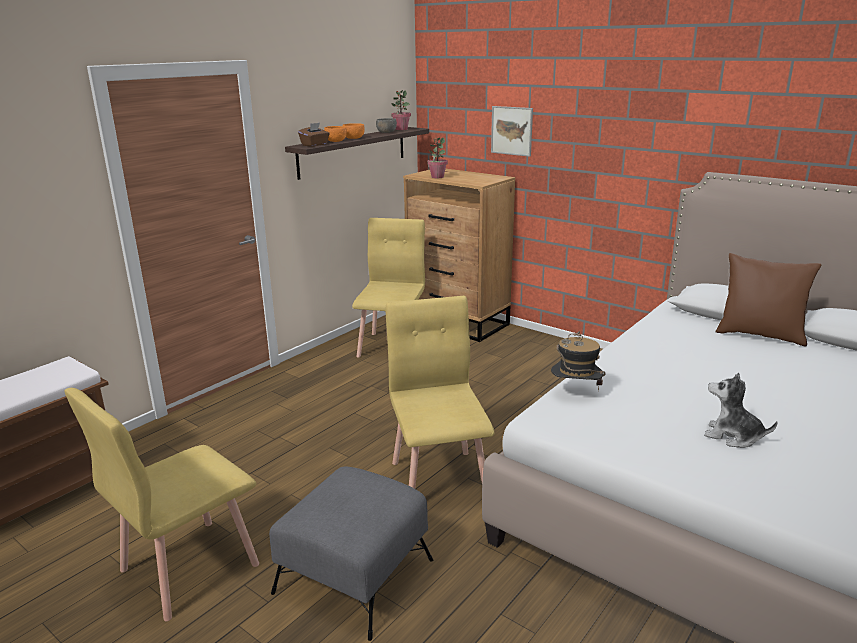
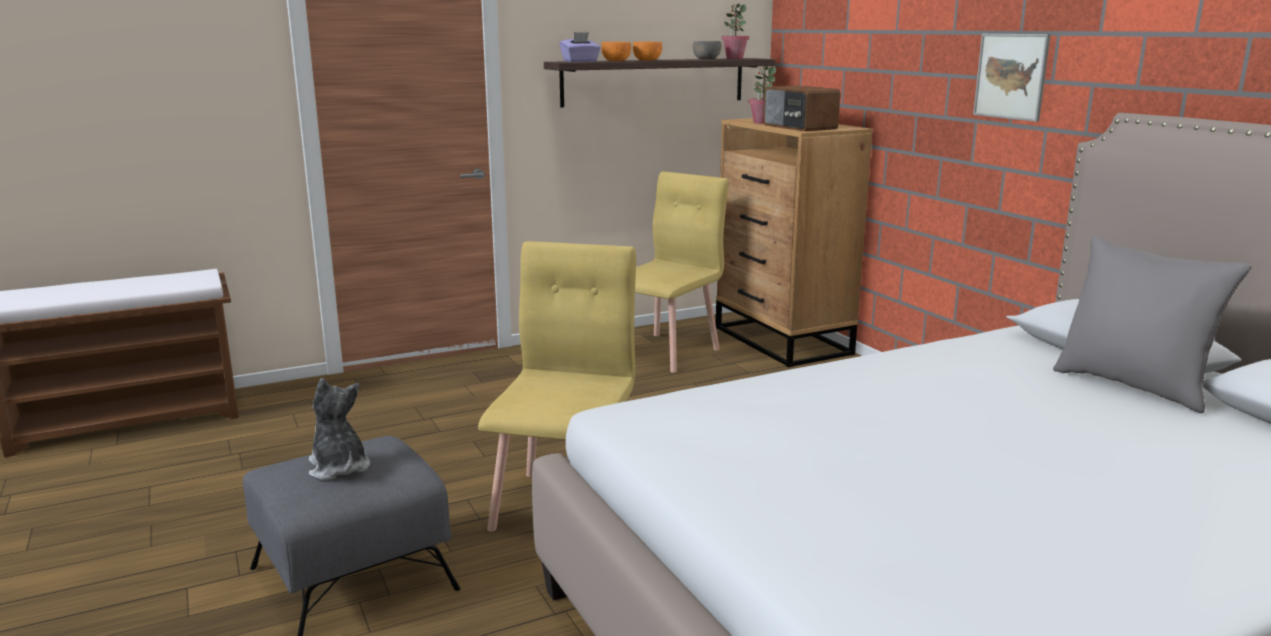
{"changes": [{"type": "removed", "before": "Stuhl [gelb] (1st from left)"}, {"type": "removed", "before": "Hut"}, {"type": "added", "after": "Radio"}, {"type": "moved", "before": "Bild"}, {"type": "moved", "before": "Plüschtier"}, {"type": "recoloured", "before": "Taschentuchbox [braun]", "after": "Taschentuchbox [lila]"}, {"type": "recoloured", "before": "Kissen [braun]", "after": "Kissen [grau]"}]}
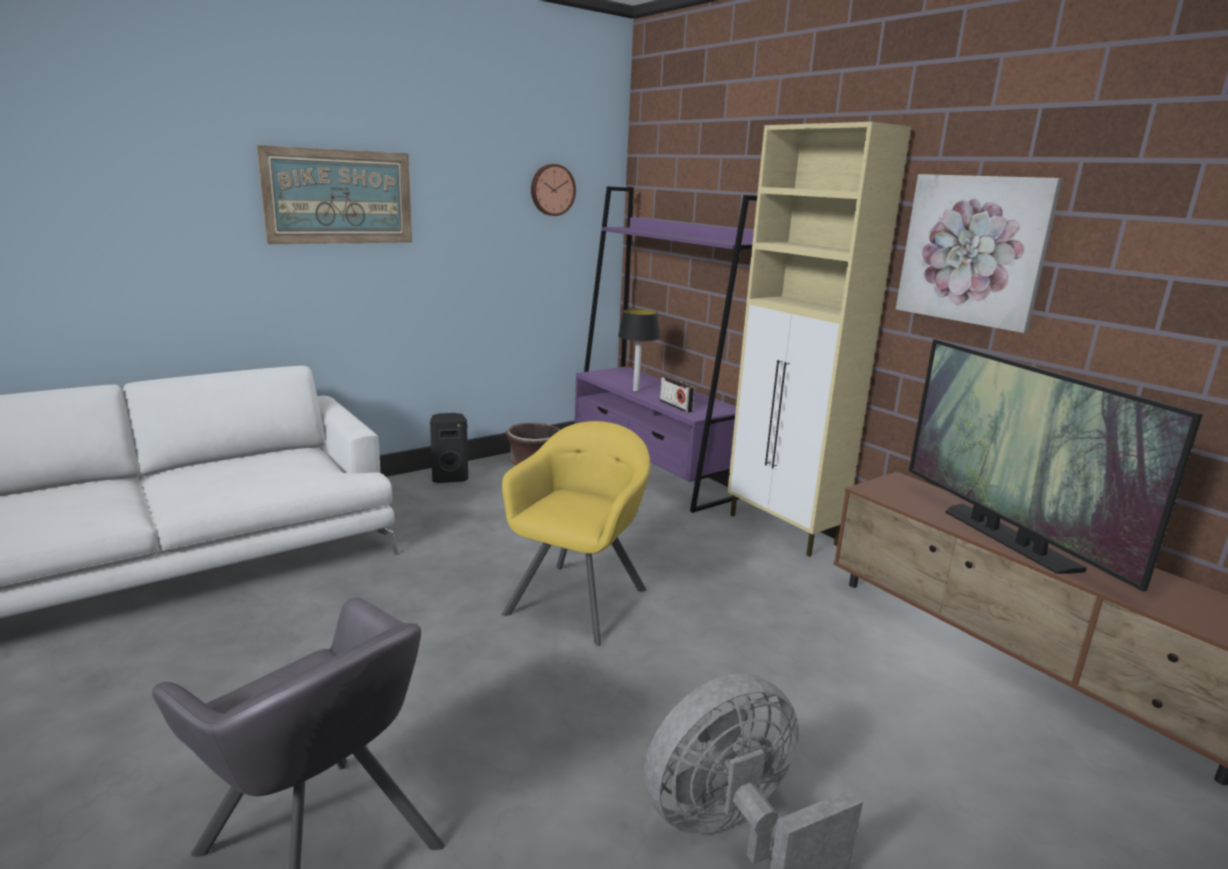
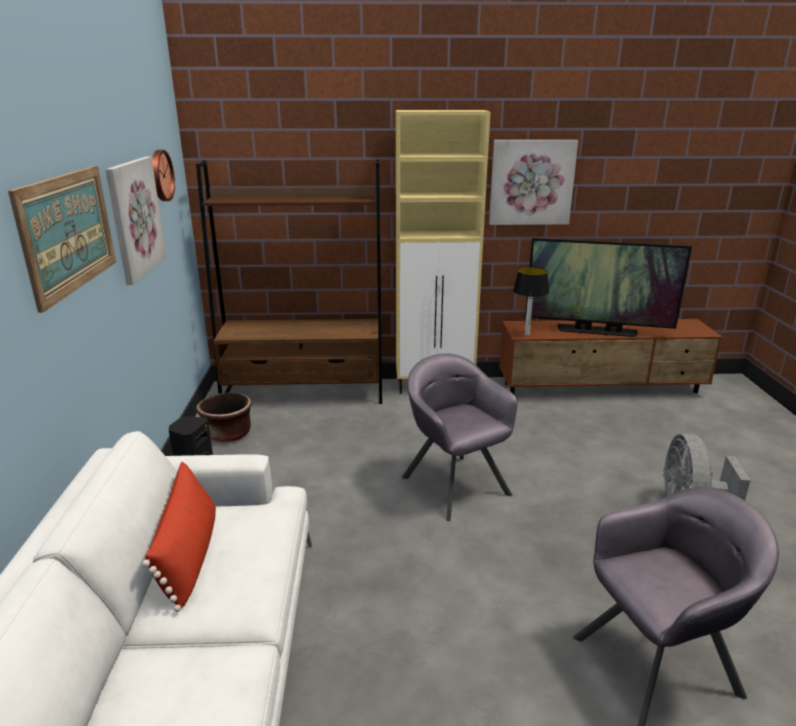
{"changes": [{"type": "removed", "before": "Radio"}, {"type": "added", "after": "Bild (2nd from left)"}, {"type": "added", "after": "Kissen [rot]"}, {"type": "moved", "before": "Tischlampe"}, {"type": "recoloured", "before": "Sessel [gelb]", "after": "Sessel [grau] (1st from left)"}, {"type": "recoloured", "before": "Bücherregal [lila]", "after": "Bücherregal [braun]"}]}
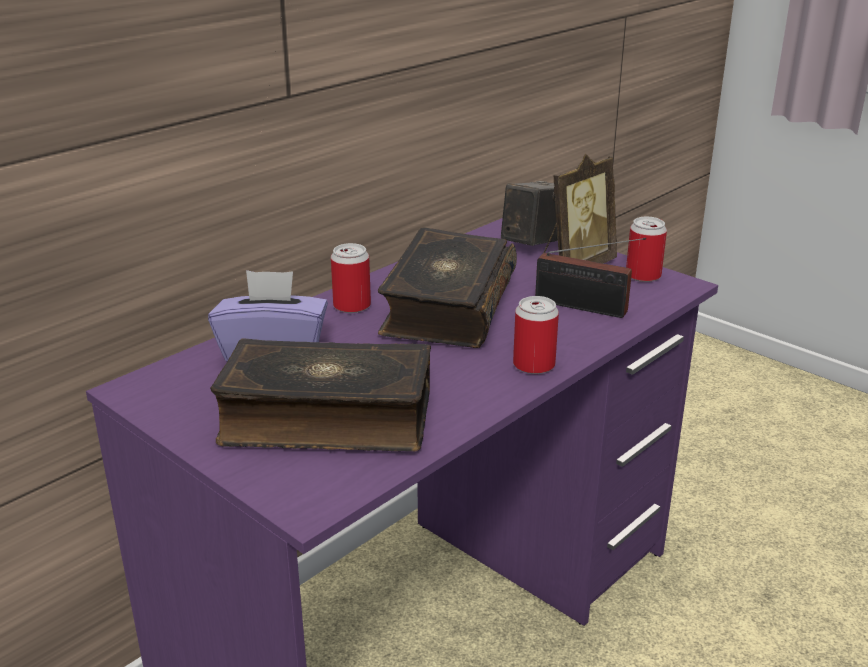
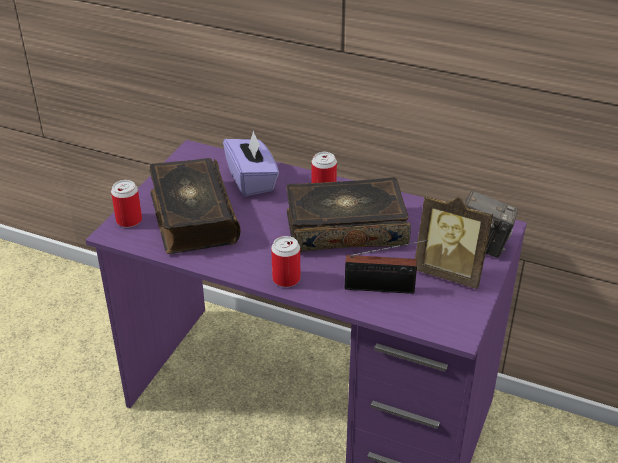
{"changes": [{"type": "moved", "before": "Dose (3rd from left in the first image)", "after": "Dose (1st from left)"}, {"type": "turned", "before": "Radio", "turn": -90}]}
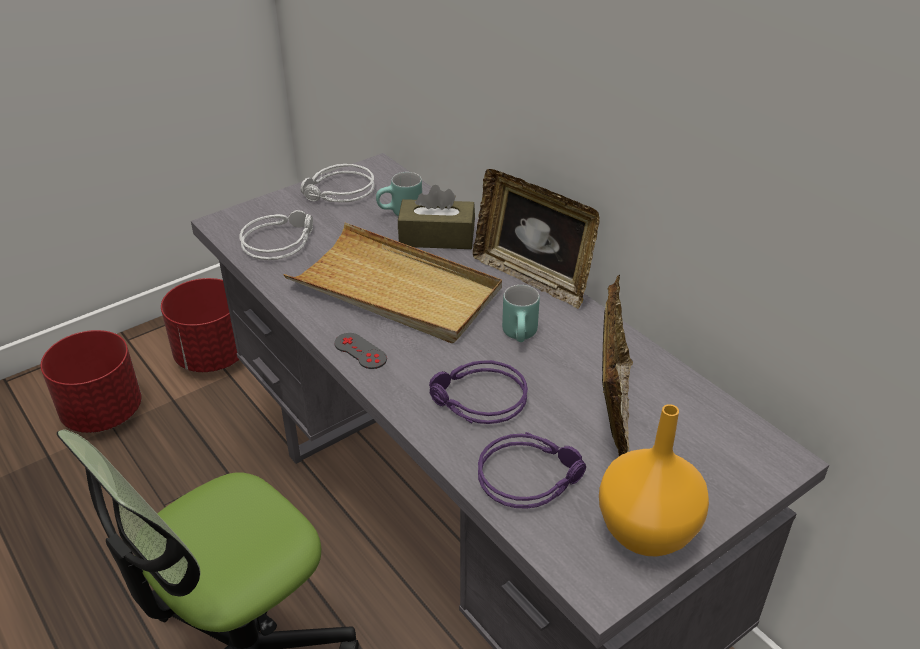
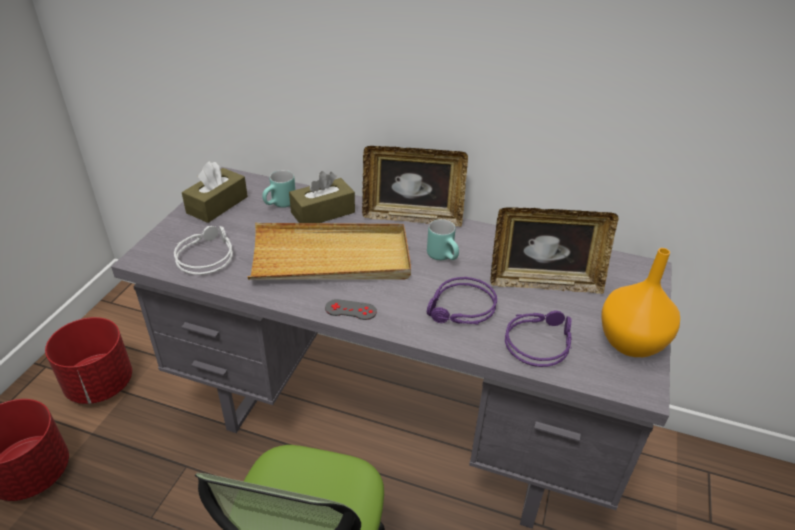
{"changes": [{"type": "replaced", "before": "Kopfhörer [grau] (2nd from left)", "after": "Taschentuchbox [braun] (1st from left)"}, {"type": "turned", "before": "Bilderrahmen (2nd from left)", "turn": 120}]}
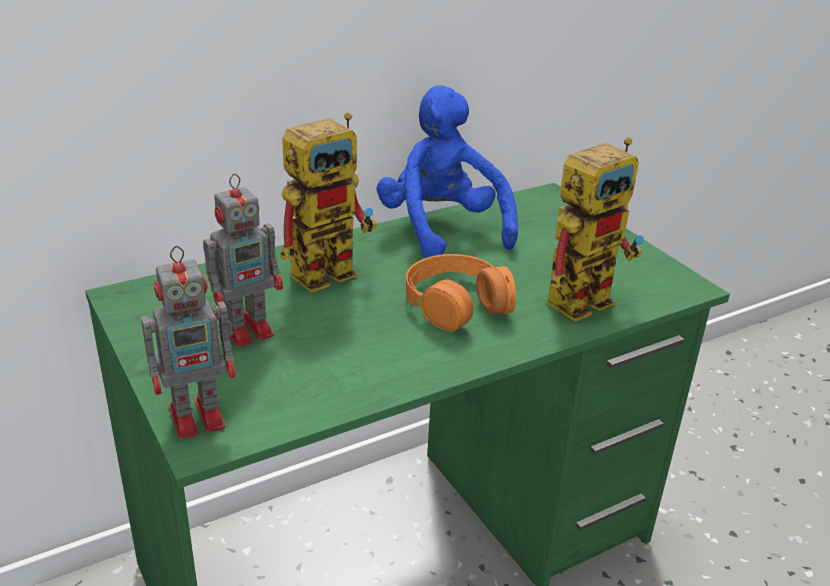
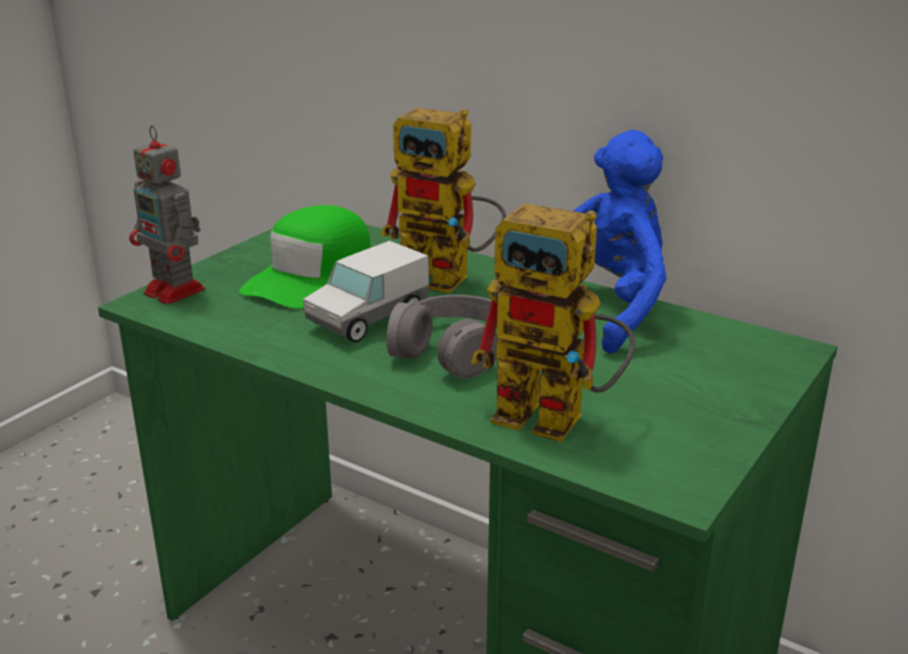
{"changes": [{"type": "added", "after": "Spielzeuglaster"}, {"type": "replaced", "before": "Spielzeugroboter (2nd from left)", "after": "Kappe [grün]"}, {"type": "recoloured", "before": "Kopfhörer [orange]", "after": "Kopfhörer [grau]"}]}
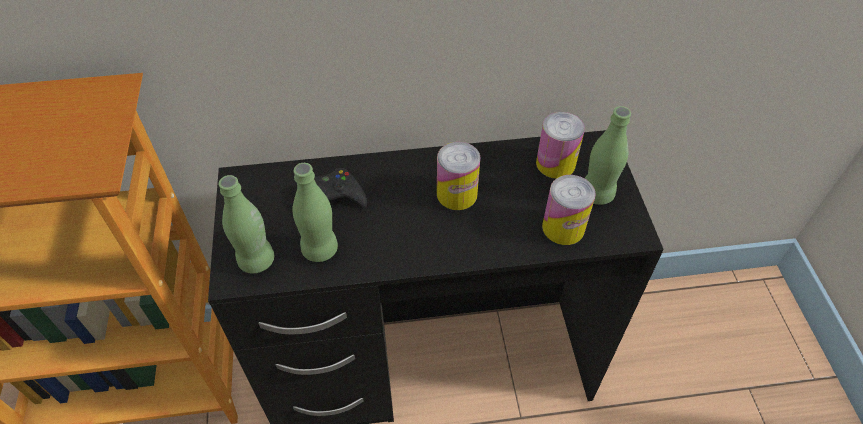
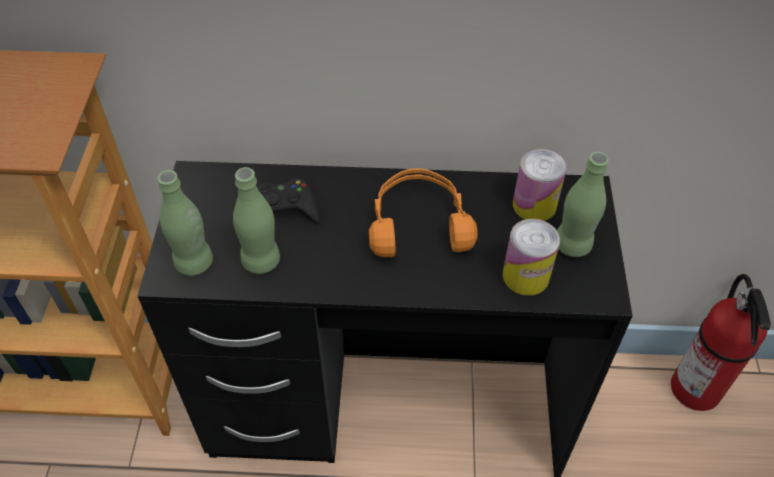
{"changes": [{"type": "added", "after": "Feuerlöscher"}, {"type": "replaced", "before": "Dose (1st from left)", "after": "Kopfhörer [orange]"}]}
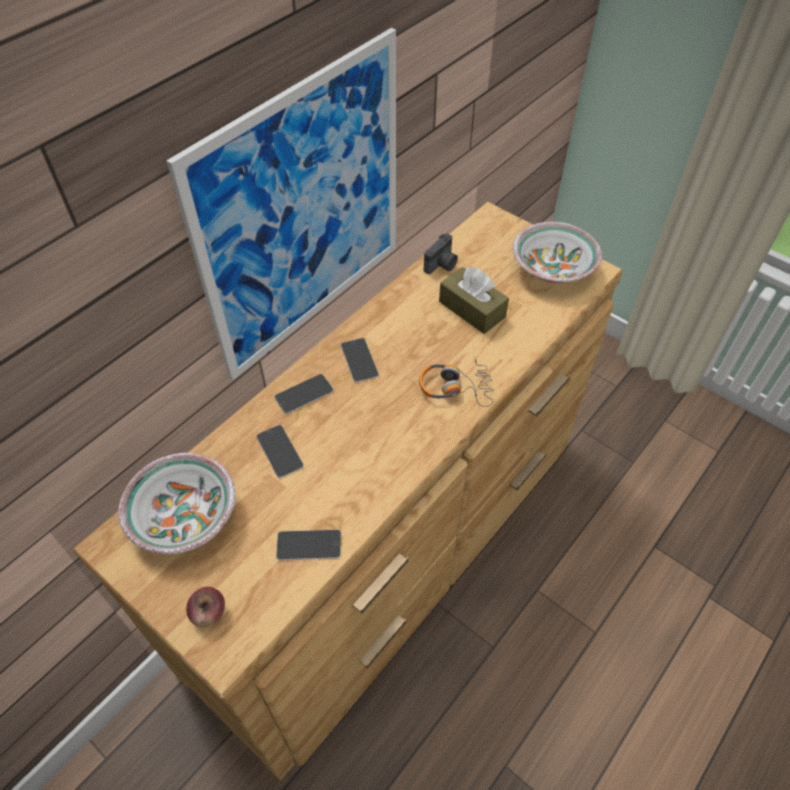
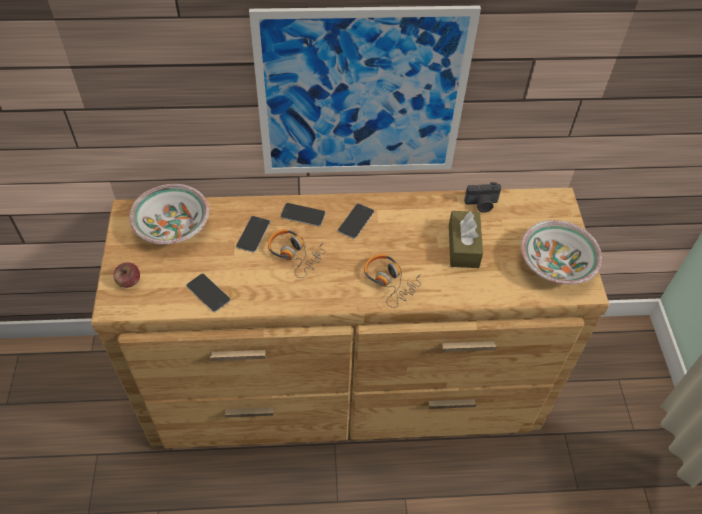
{"changes": [{"type": "added", "after": "Kopfhörer (1st from left)"}]}
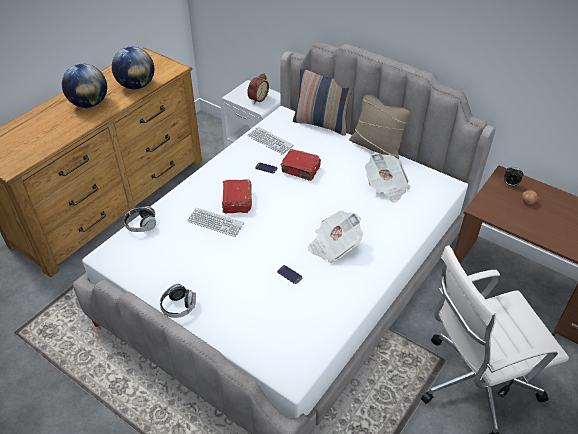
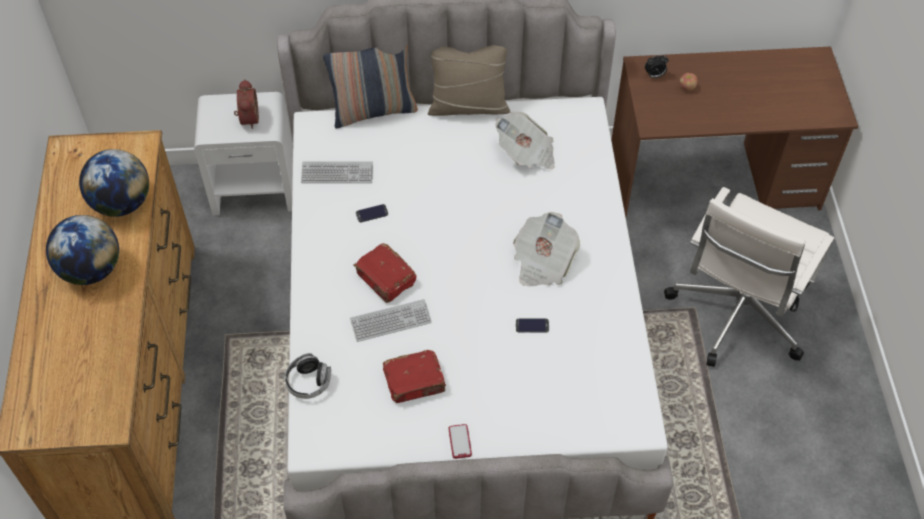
{"changes": [{"type": "moved", "before": "Buch [rot] (2nd from left)"}, {"type": "replaced", "before": "Kopfhörer (2nd from left)", "after": "Handy (2nd from left)"}]}
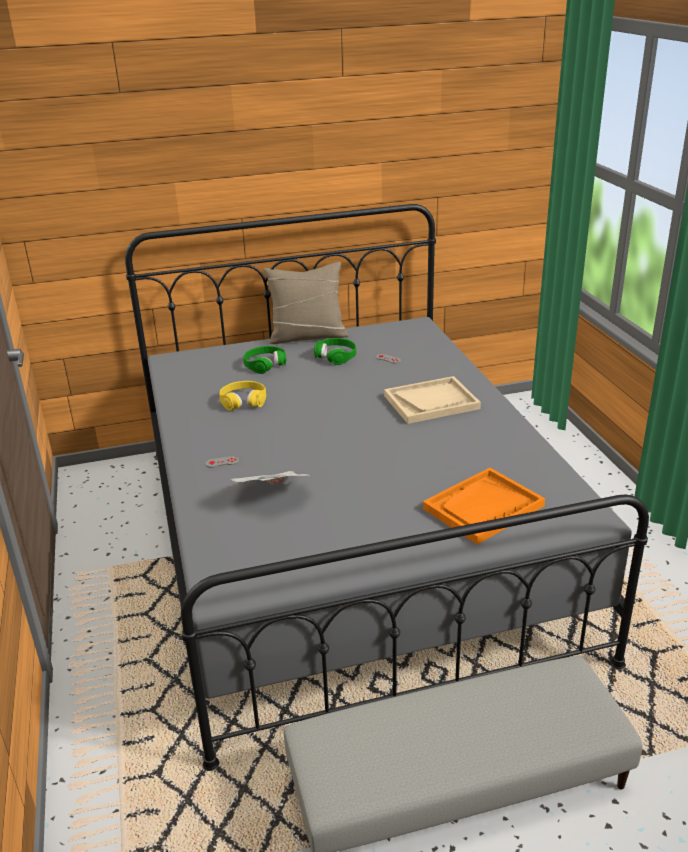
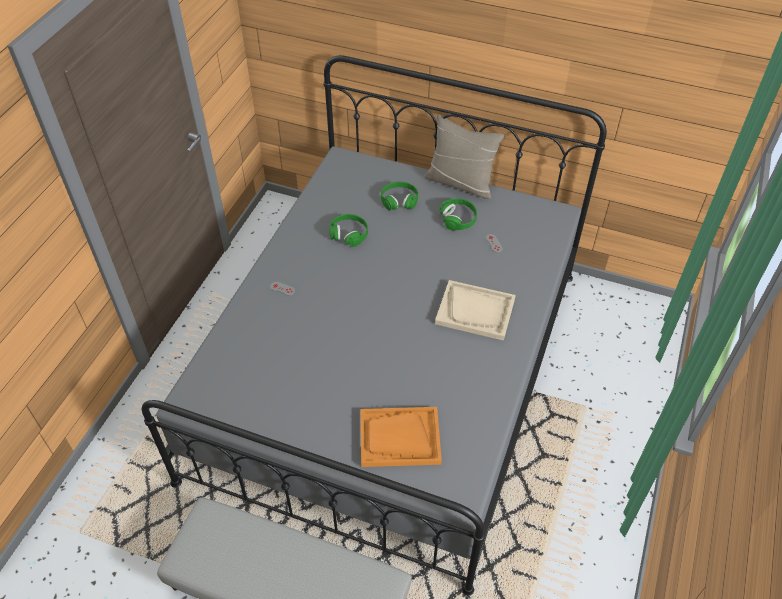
{"changes": [{"type": "removed", "before": "Zeitung"}, {"type": "recoloured", "before": "Kopfhörer [gelb]", "after": "Kopfhörer [grün] (1st from left)"}]}
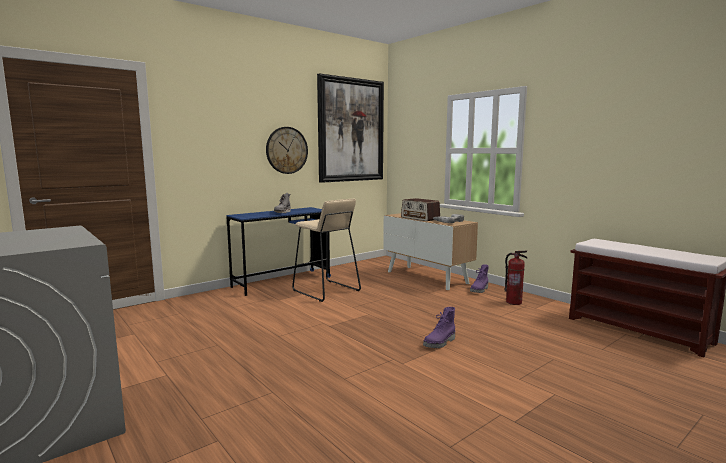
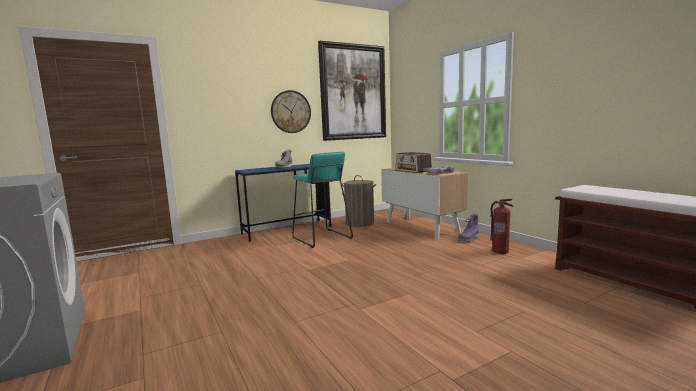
{"changes": [{"type": "removed", "before": "Stiefel [lila] (1st from left)"}, {"type": "added", "after": "Wäschekorb"}, {"type": "recoloured", "before": "Hocker [beige]", "after": "Hocker [türkis]"}]}
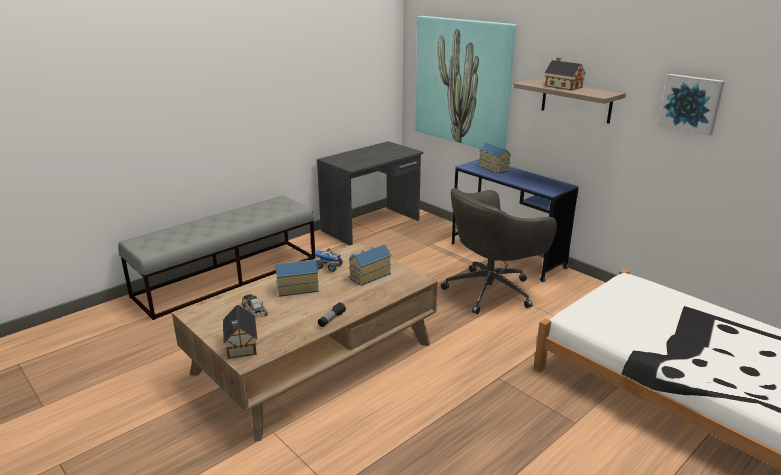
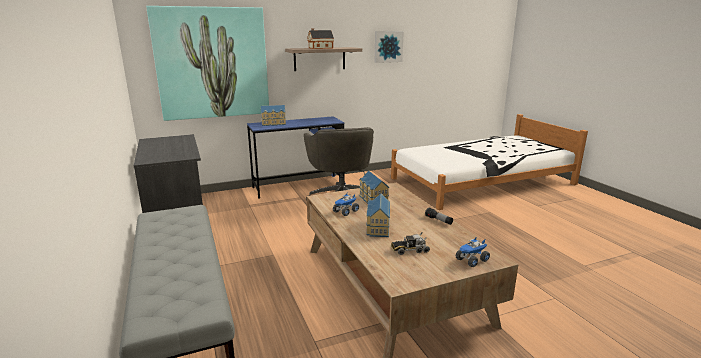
{"changes": [{"type": "replaced", "before": "Spielzeughaus (1st from left)", "after": "Spielzeuglaster (3rd from left)"}]}
